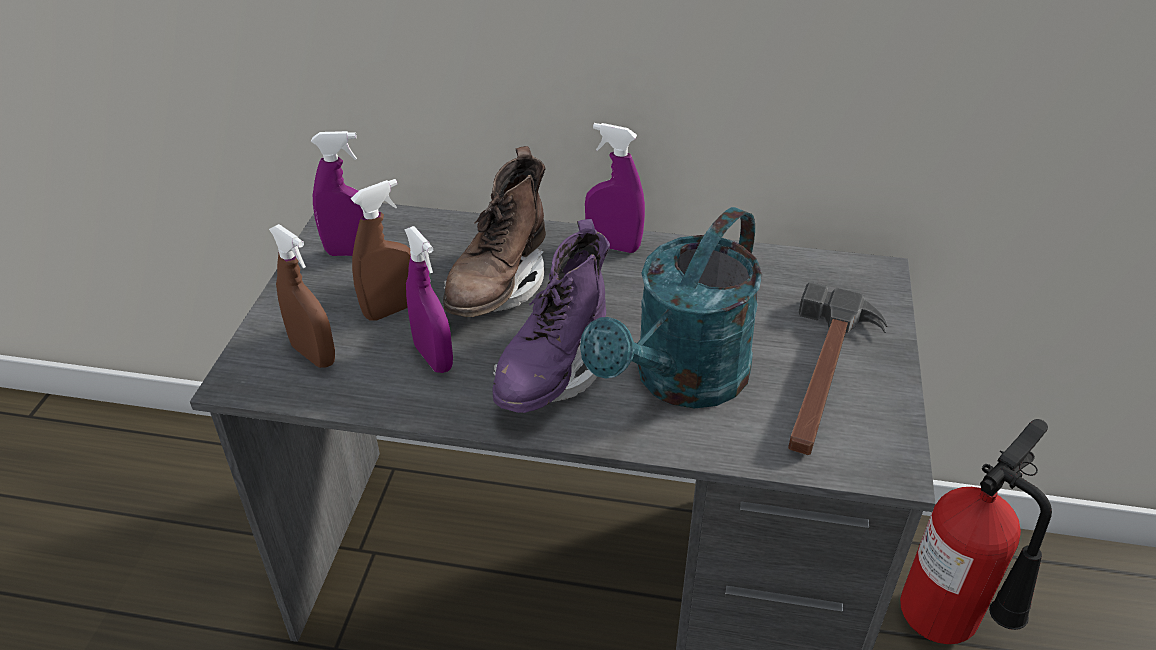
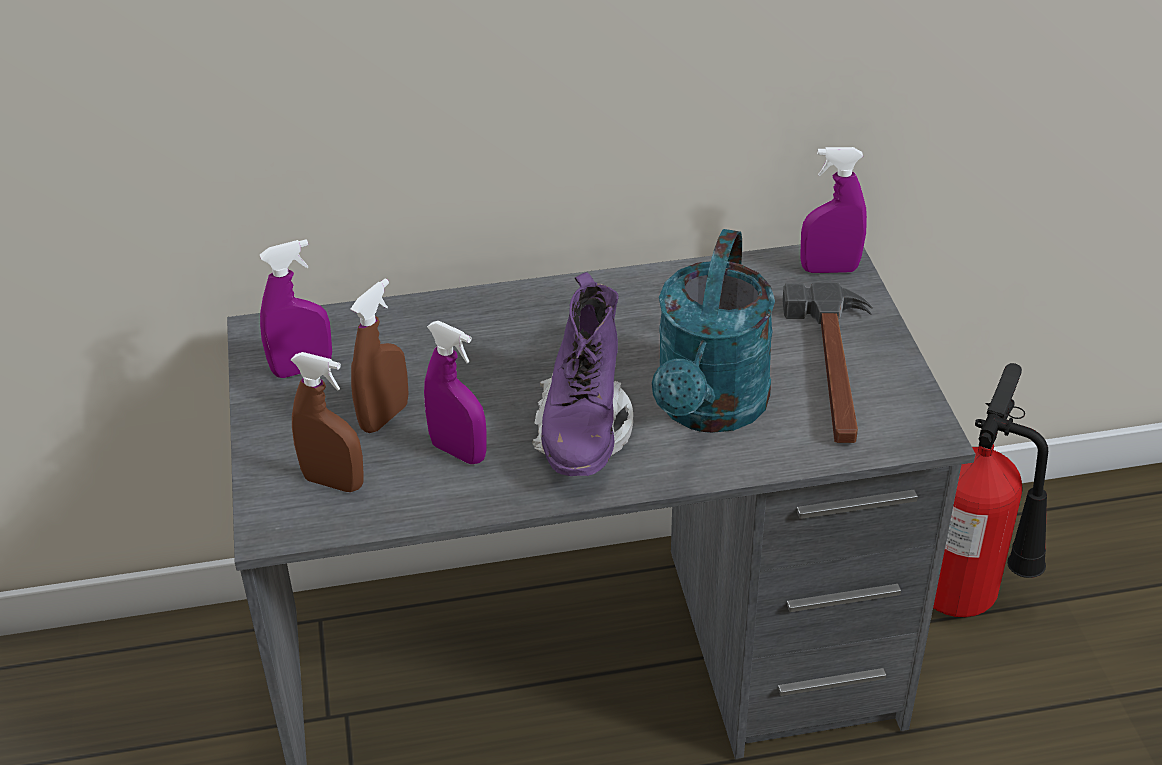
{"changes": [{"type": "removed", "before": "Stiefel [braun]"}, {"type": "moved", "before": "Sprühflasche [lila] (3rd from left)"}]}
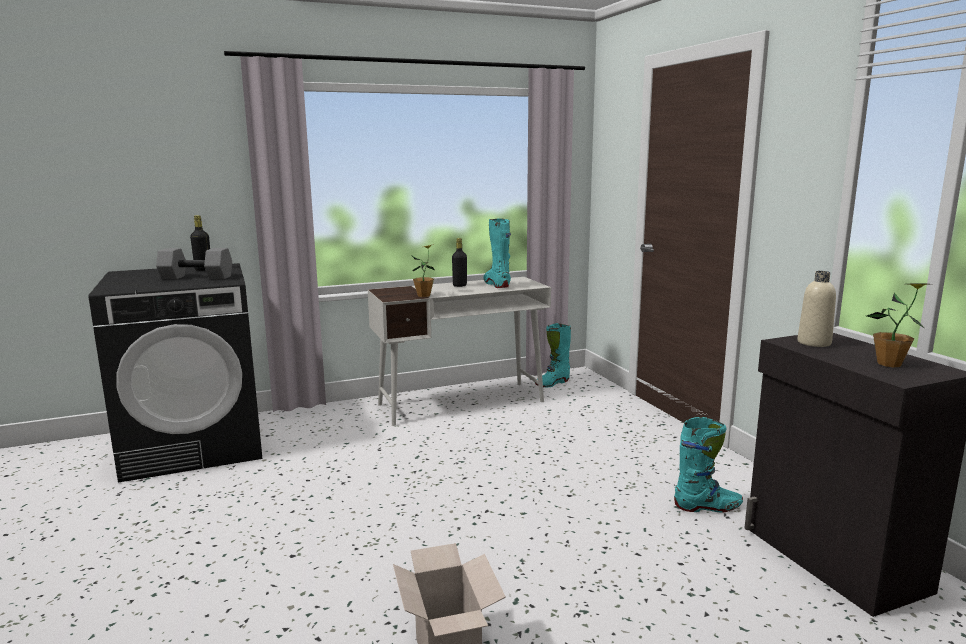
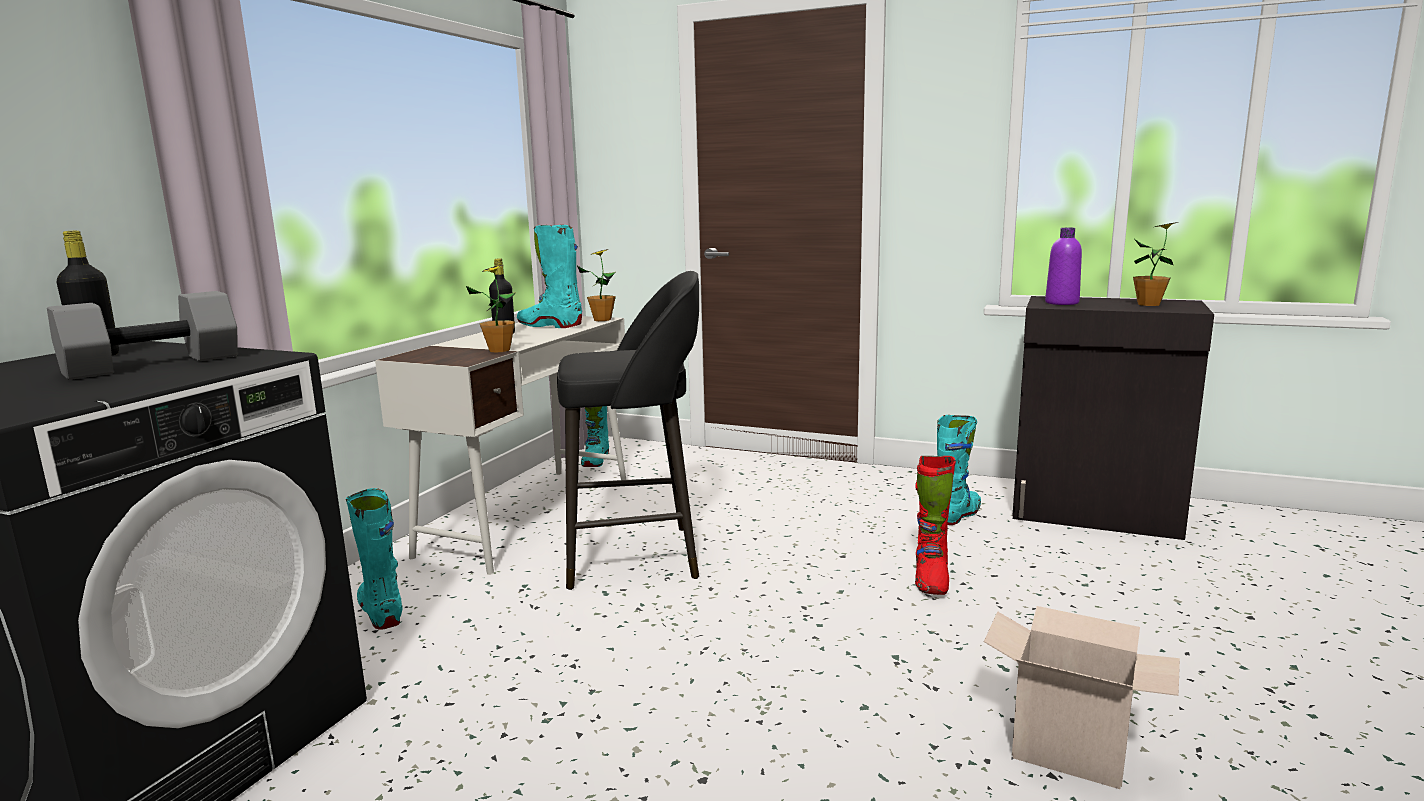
{"changes": [{"type": "added", "after": "Stiefel [türkis] (1st from left)"}, {"type": "added", "after": "Hocker [schwarz]"}, {"type": "added", "after": "Topfpflanze (2nd from left)"}, {"type": "added", "after": "Stiefel [rot]"}, {"type": "recoloured", "before": "Flasche [beige]", "after": "Flasche [lila]"}]}
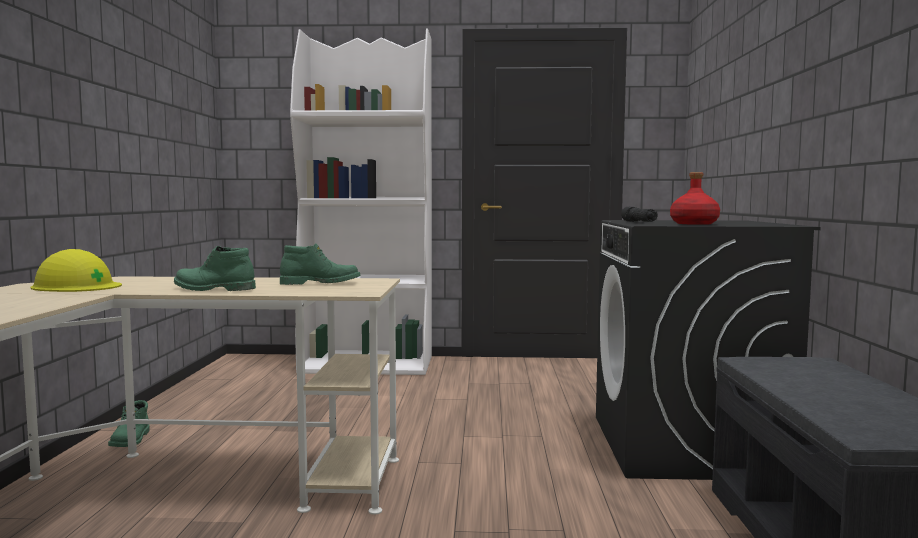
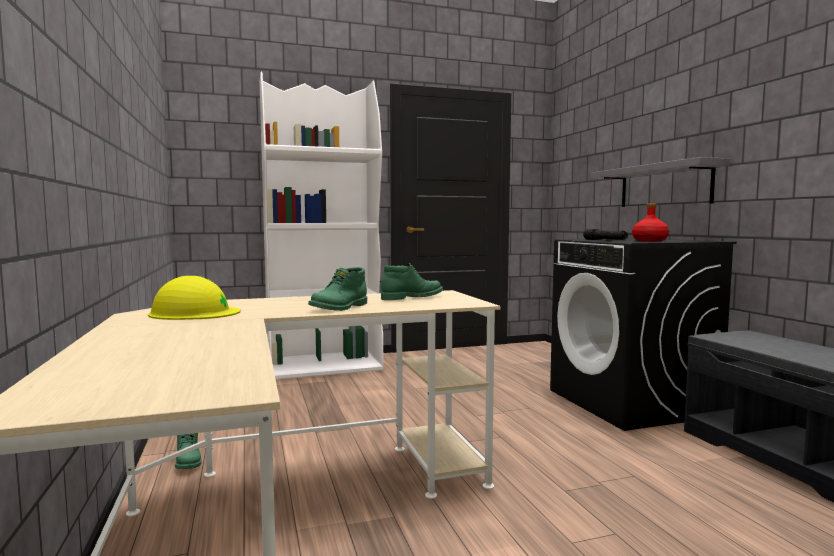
{"changes": [{"type": "added", "after": "Wandregal [grau]"}, {"type": "turned", "before": "Stiefel [grün] (2nd from left)", "turn": -45}]}
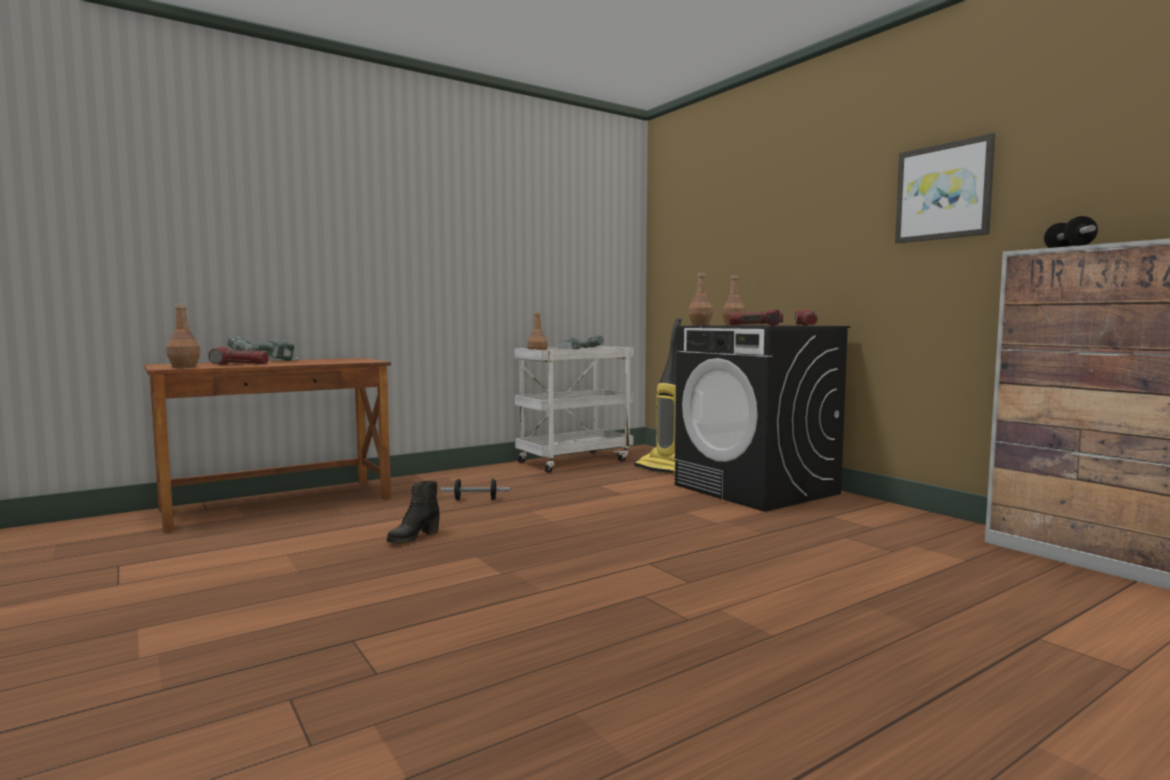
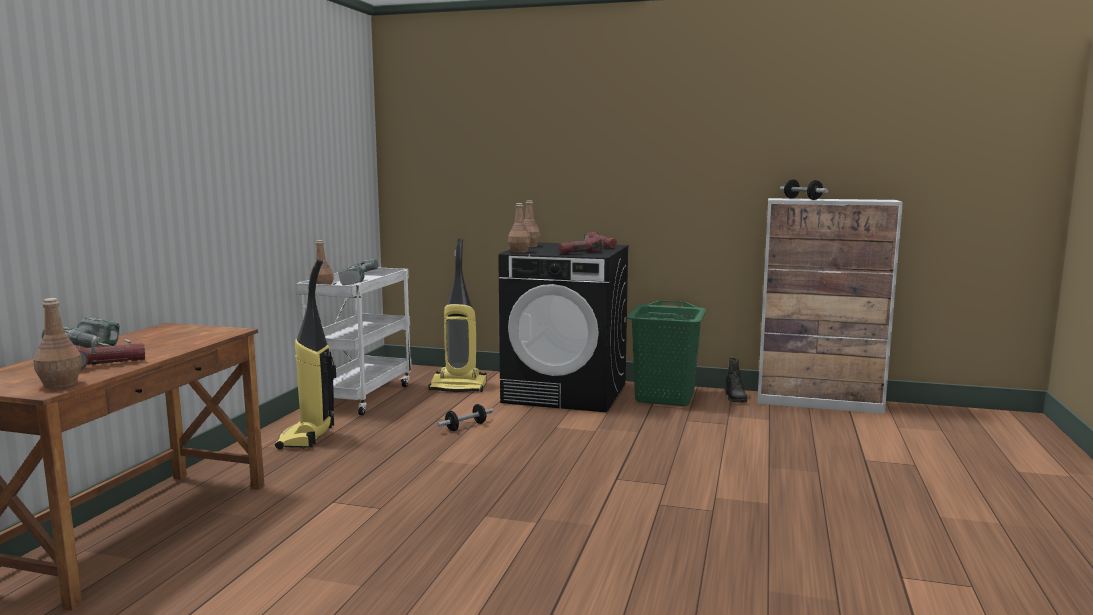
{"changes": [{"type": "removed", "before": "Bild"}, {"type": "added", "after": "Staubsauger (1st from left)"}, {"type": "added", "after": "Wäschekorb [grün]"}, {"type": "moved", "before": "Stiefel [schwarz]"}, {"type": "moved", "before": "Hantel (1st from left)"}]}
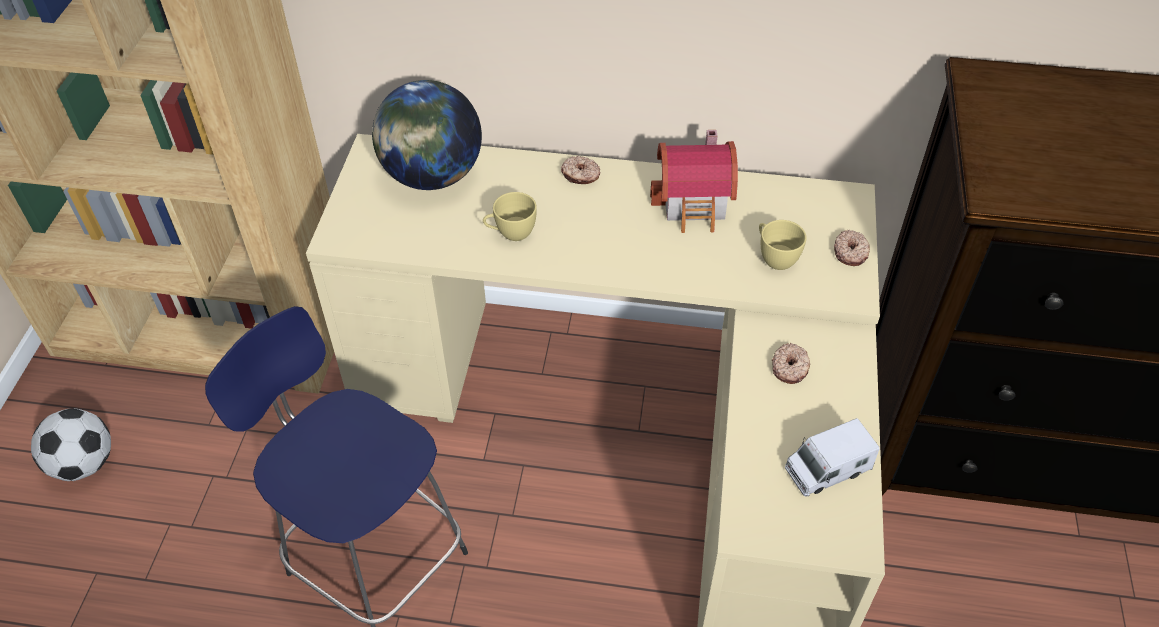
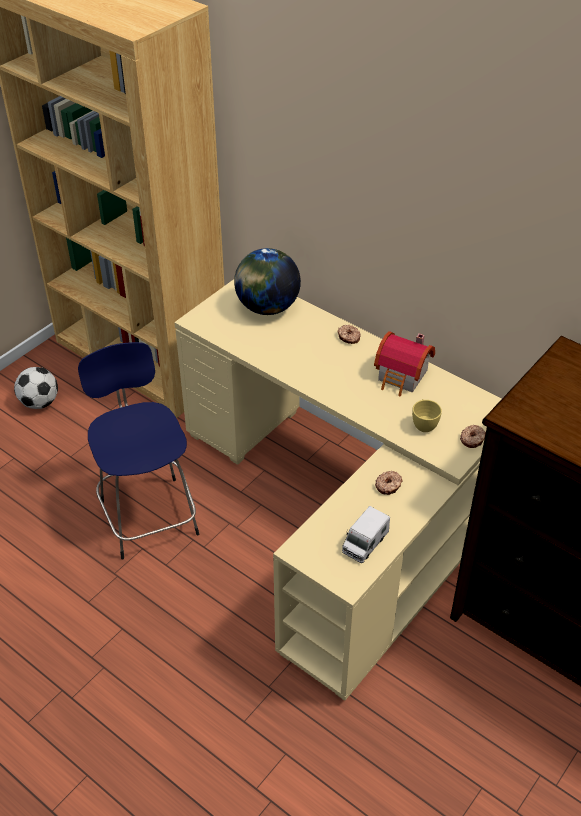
{"changes": [{"type": "removed", "before": "Tasse [gelb] (1st from left)"}, {"type": "turned", "before": "Spielzeuglaster", "turn": -60}]}
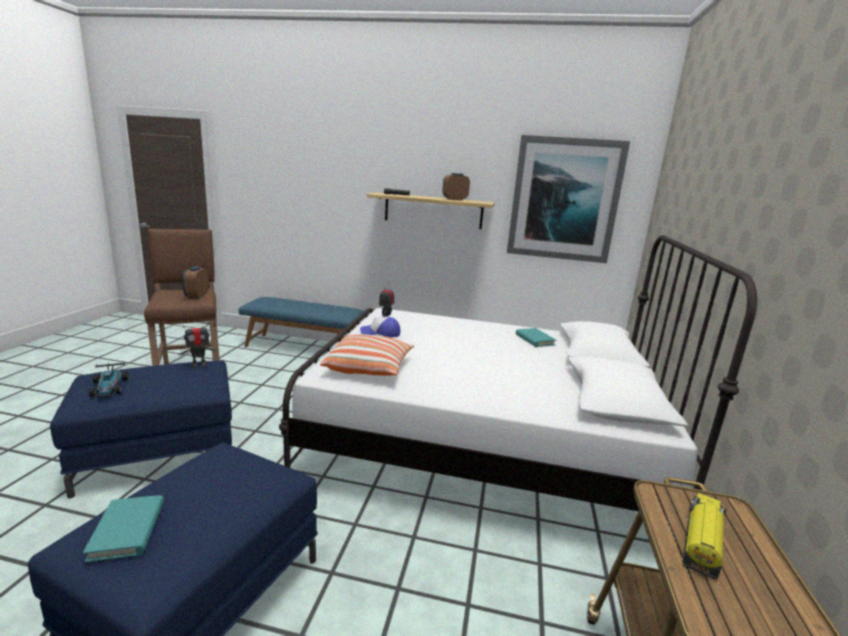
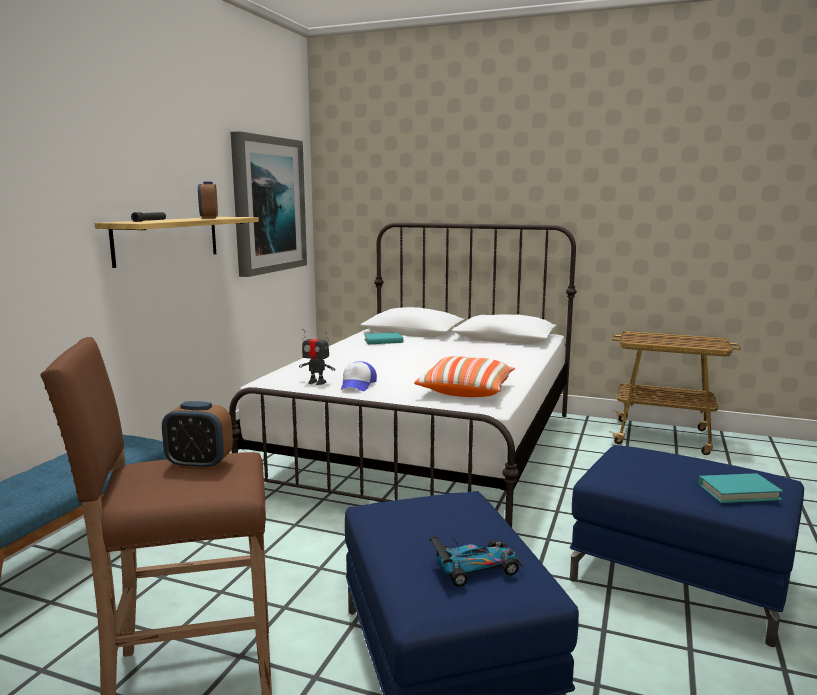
{"changes": [{"type": "removed", "before": "Spielzeugroboter (1st from left)"}, {"type": "removed", "before": "Spielzeuglaster"}]}
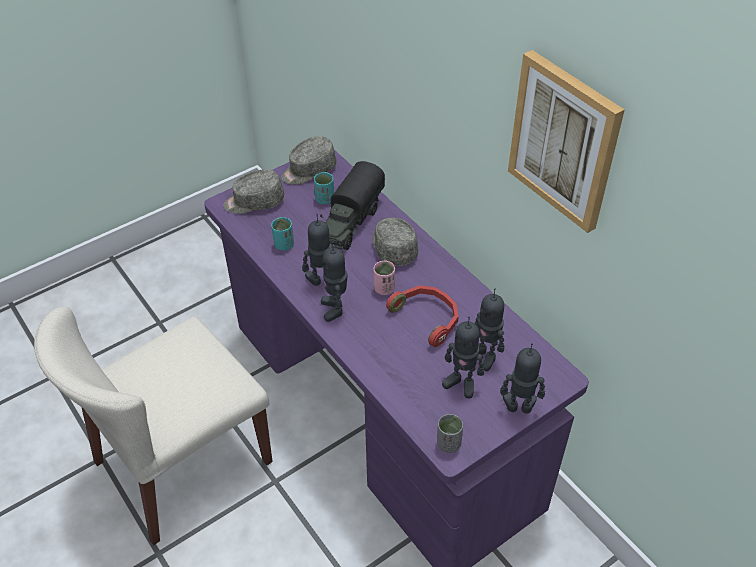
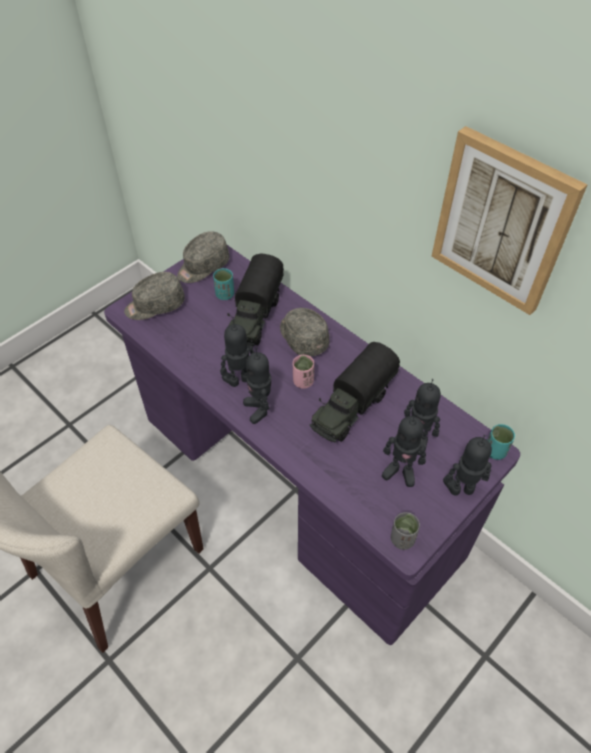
{"changes": [{"type": "moved", "before": "Tasse [türkis] (1st from left in the first image)", "after": "Tasse [türkis] (2nd from left)"}, {"type": "replaced", "before": "Kopfhörer [rot]", "after": "Spielzeuglaster (2nd from left)"}]}
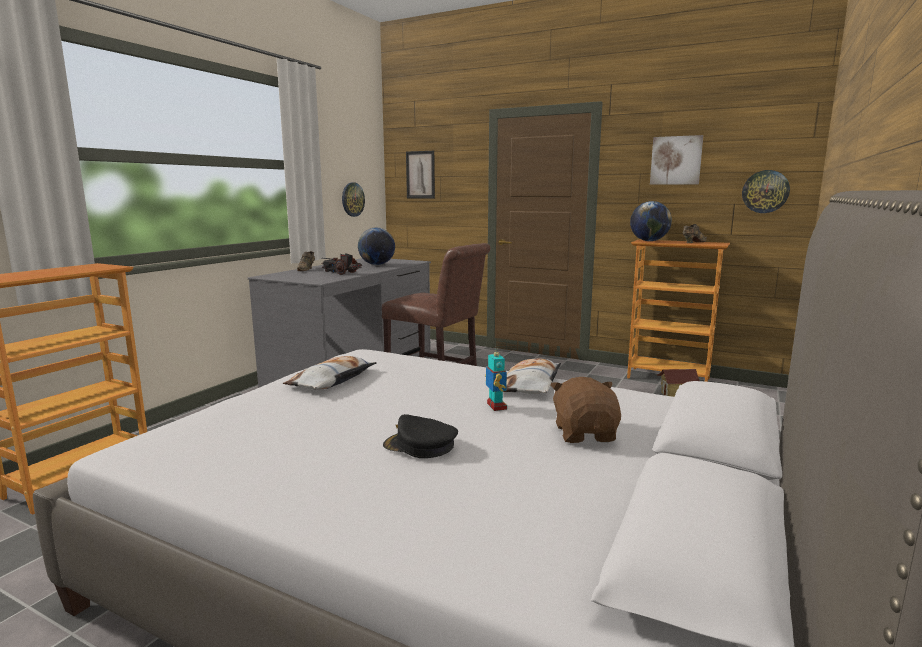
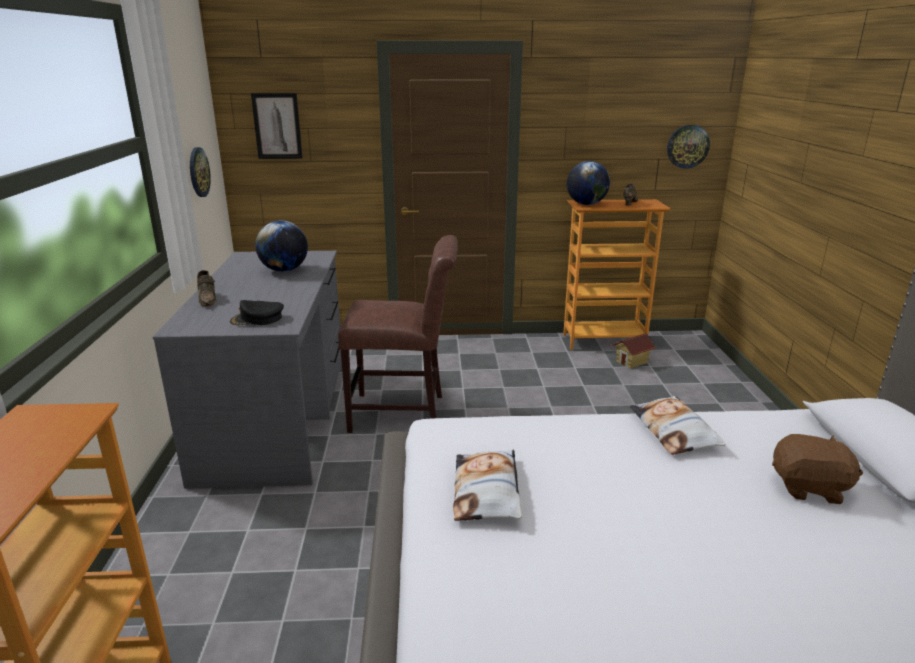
{"changes": [{"type": "removed", "before": "Spielzeuglaster"}, {"type": "removed", "before": "Spielzeugroboter"}, {"type": "removed", "before": "Bild (2nd from left)"}, {"type": "moved", "before": "Kappe [schwarz]"}, {"type": "turned", "before": "Plüschtier [braun]", "turn": 135}]}
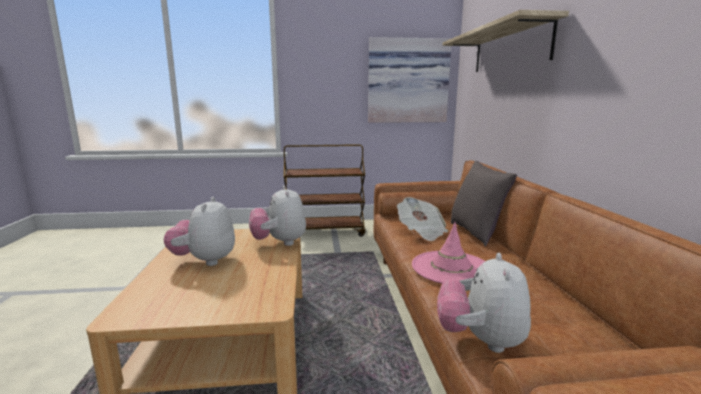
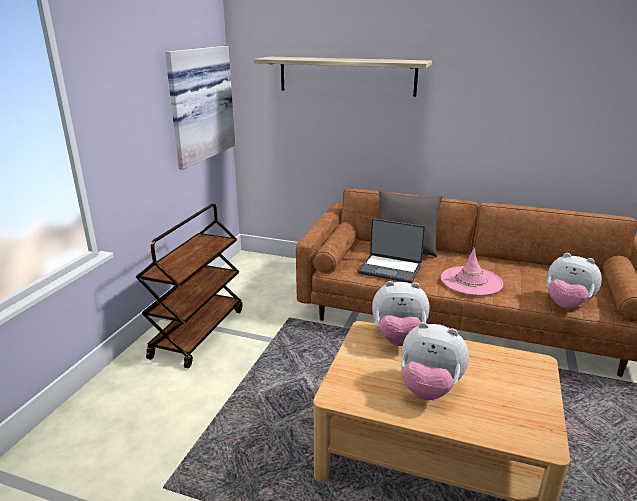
{"changes": [{"type": "replaced", "before": "Zeitung", "after": "Laptop"}]}
